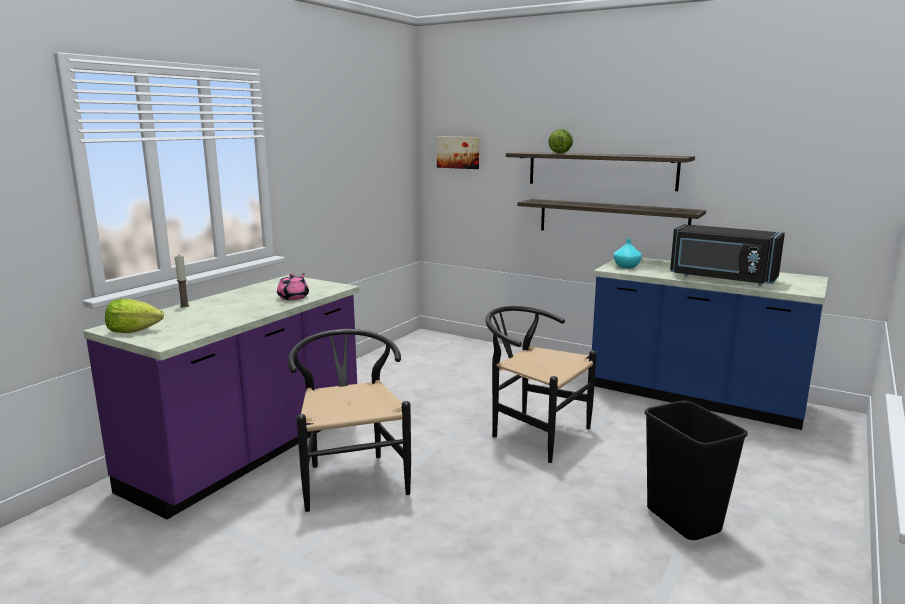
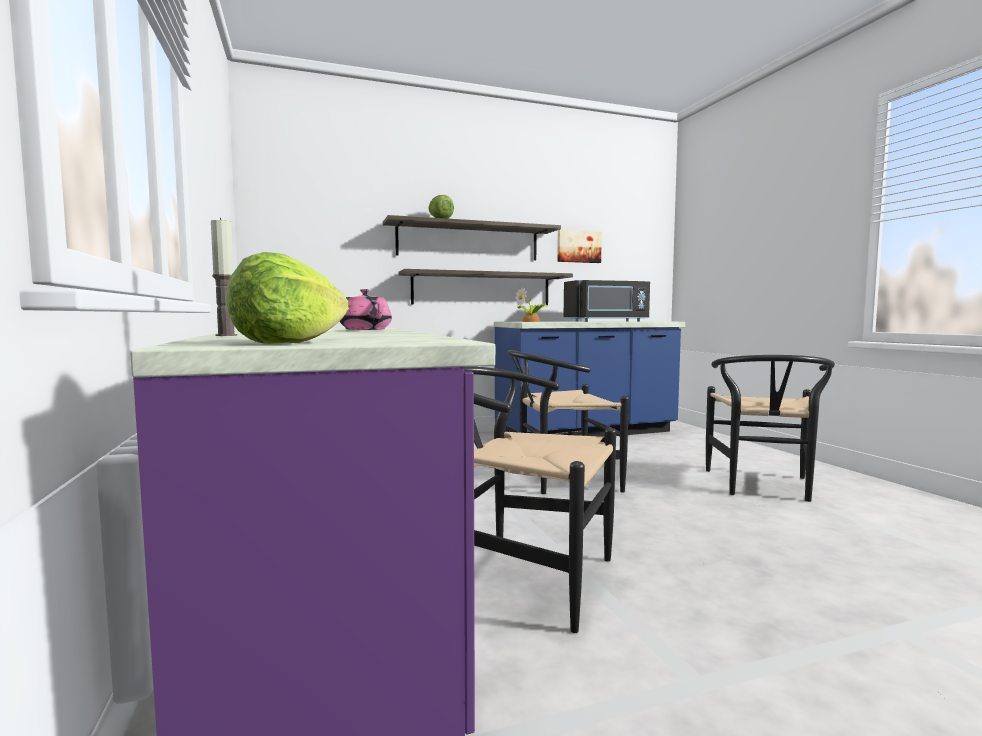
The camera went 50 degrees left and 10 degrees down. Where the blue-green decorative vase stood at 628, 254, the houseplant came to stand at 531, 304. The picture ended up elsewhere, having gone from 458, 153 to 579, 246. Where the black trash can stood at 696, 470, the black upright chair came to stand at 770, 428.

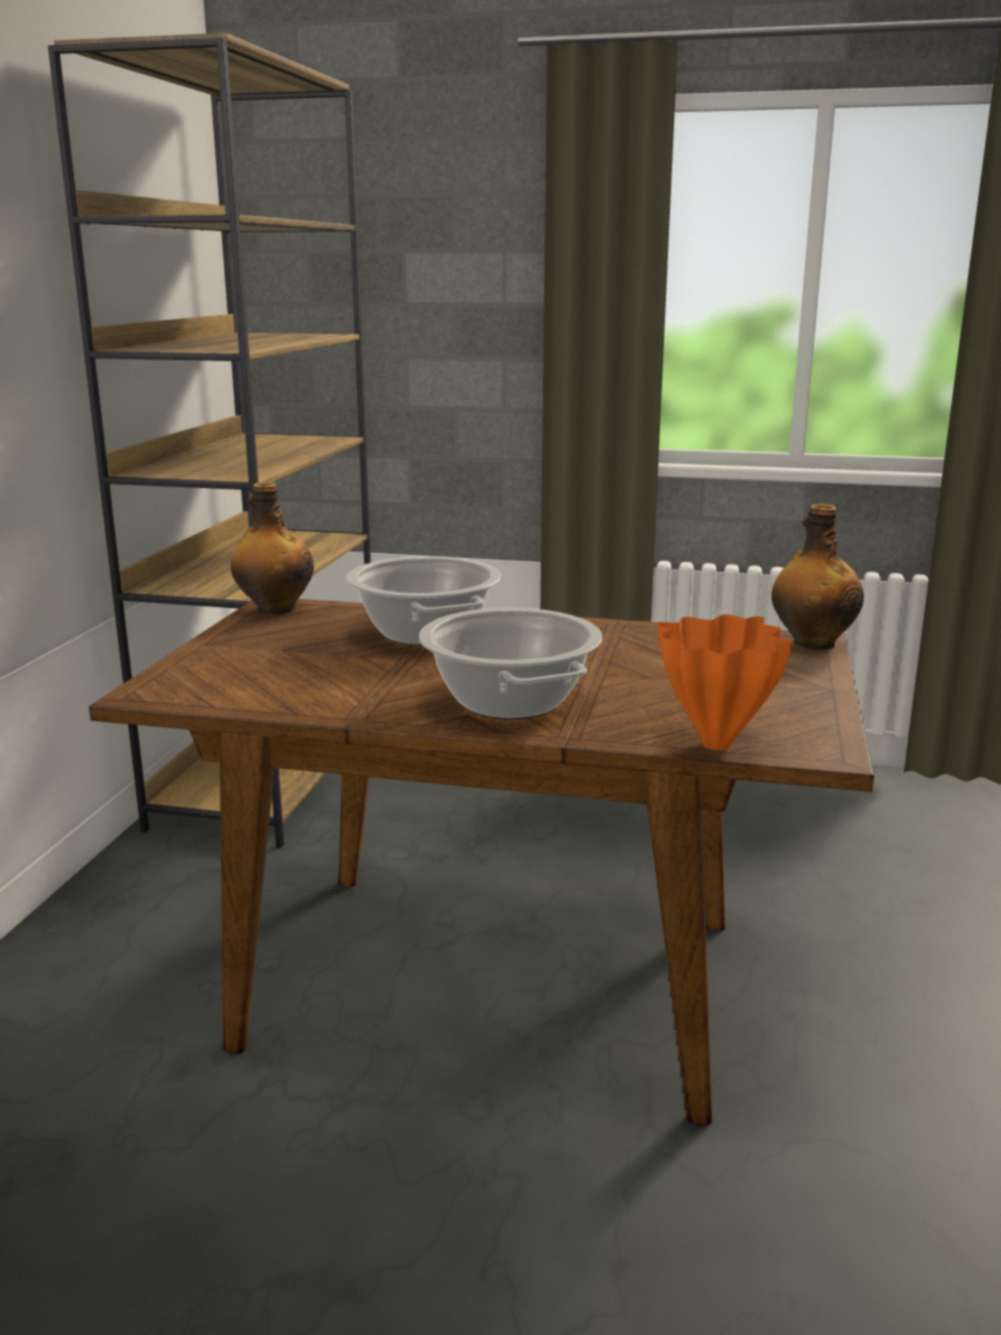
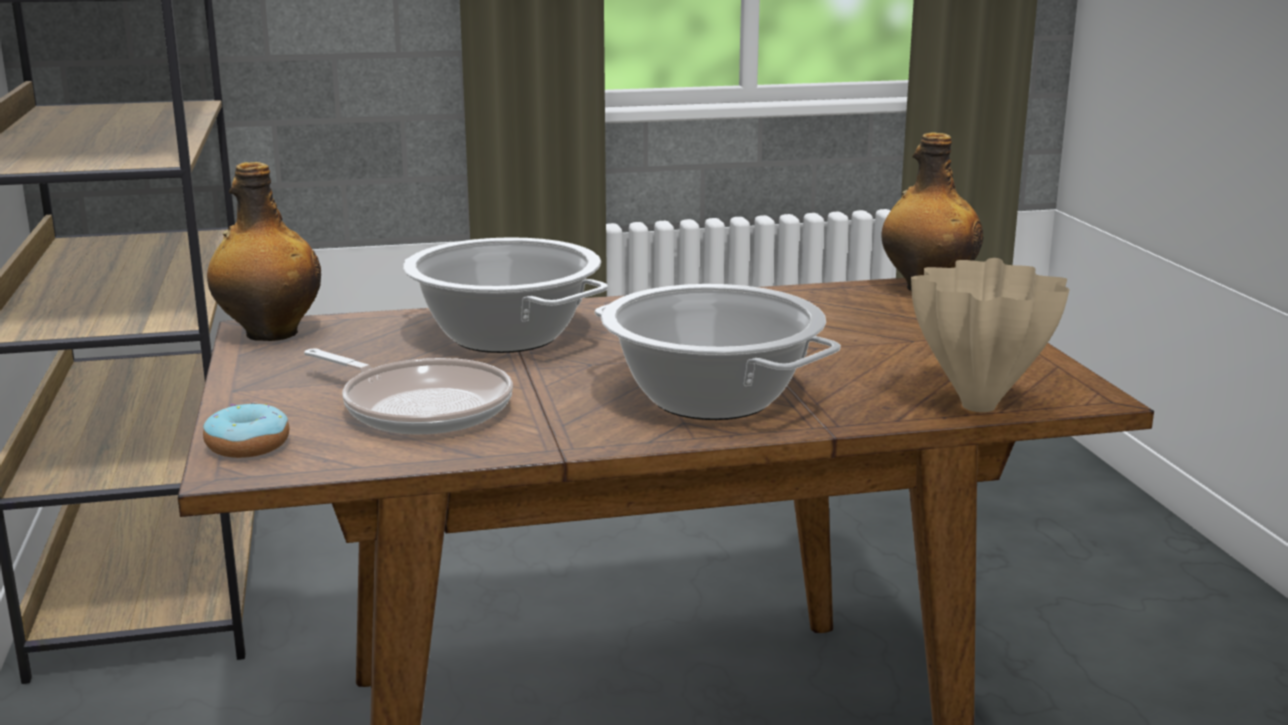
The camera went 25 degrees left and 0 degrees up. The second view gained the ring doughnut at 246, 430. The second view gained the frying pan at 408, 391. What was the orange decorative vase at 725, 682 turned into the beige decorative vase at 990, 335.

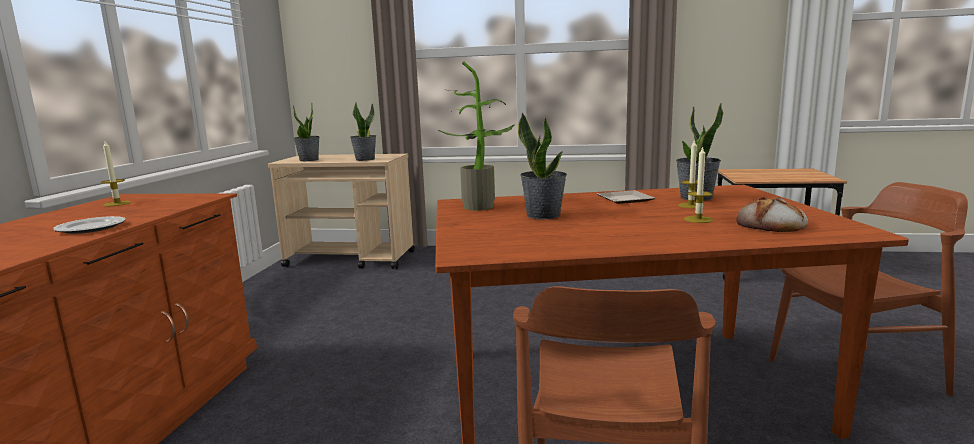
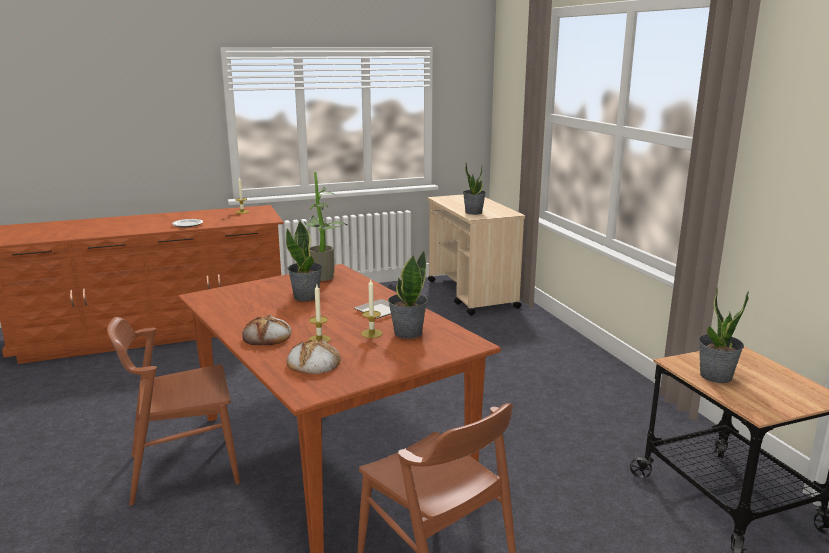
The camera went 60 degrees right and 5 degrees up. The second view gained the baked bread at 266, 330. The houseplant ended up elsewhere, having gone from 306, 132 to 724, 335.

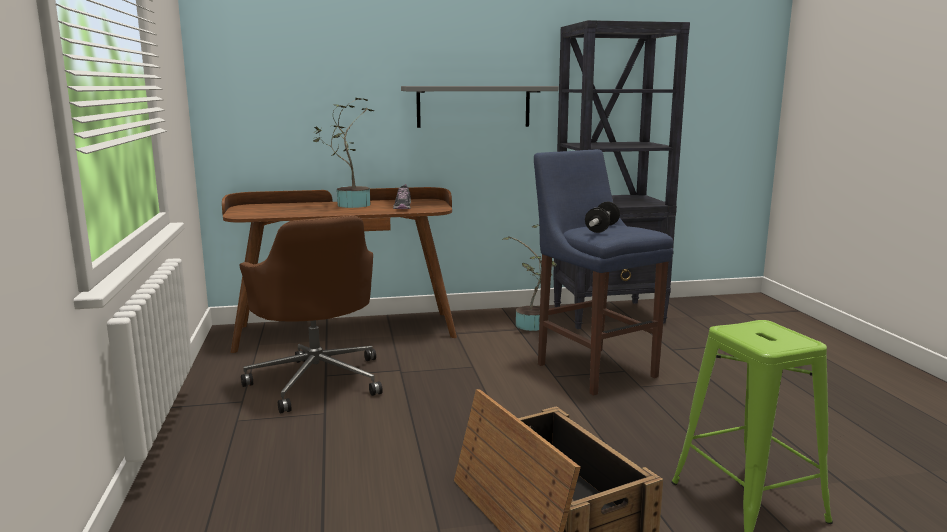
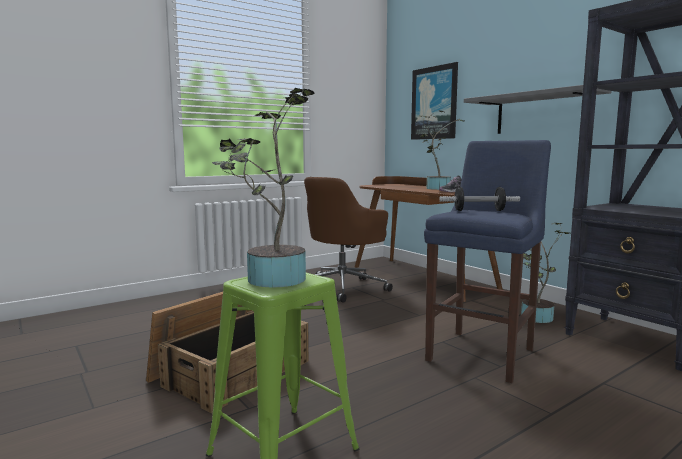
The camera went 65 degrees right and 5 degrees down. The second view gained the houseplant at 263, 188. The second view gained the picture at 434, 101.

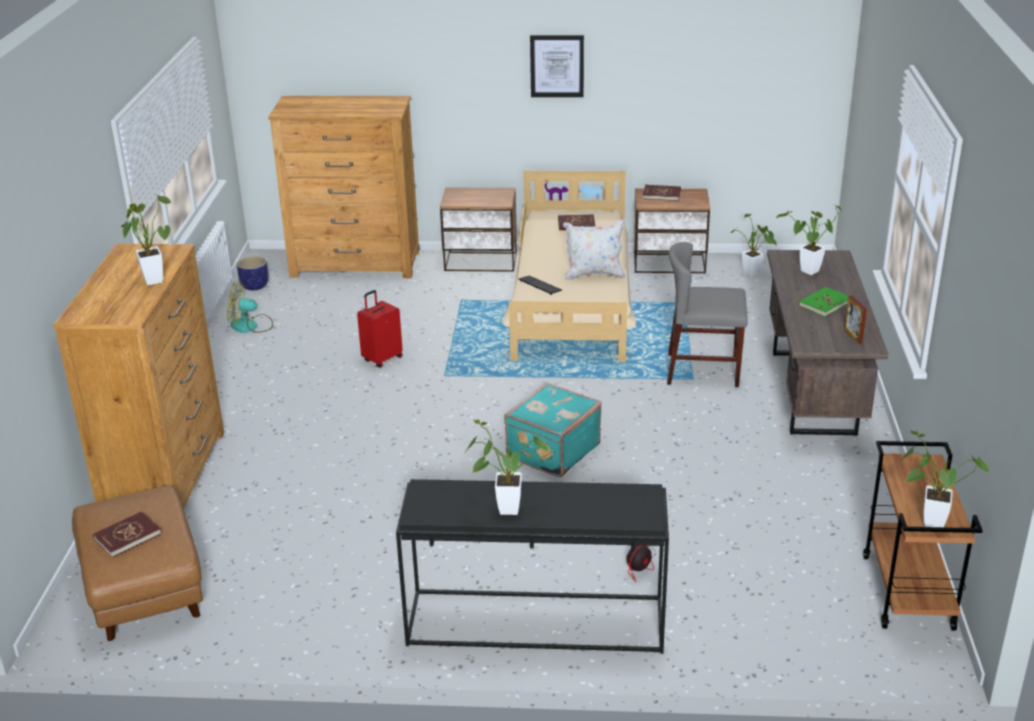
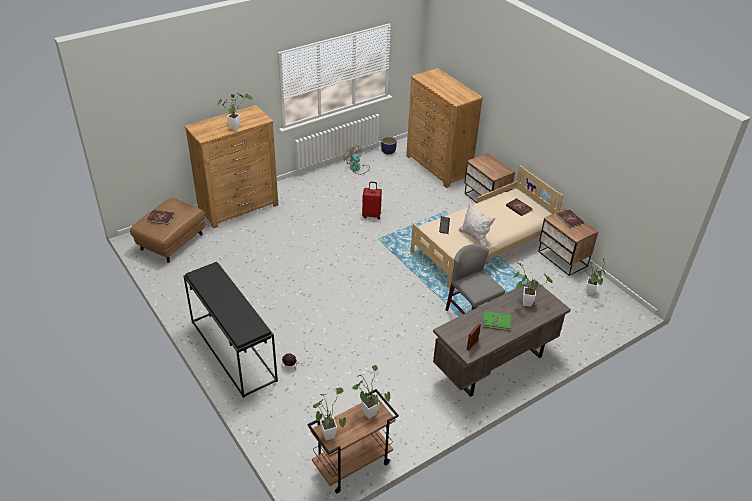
The camera went 50 degrees right and 10 degrees up. The houseplant ended up elsewhere, having gone from 507, 467 to 371, 392. The second view lost the blue-green travel case at 553, 429. The second view lost the picture at 557, 66.

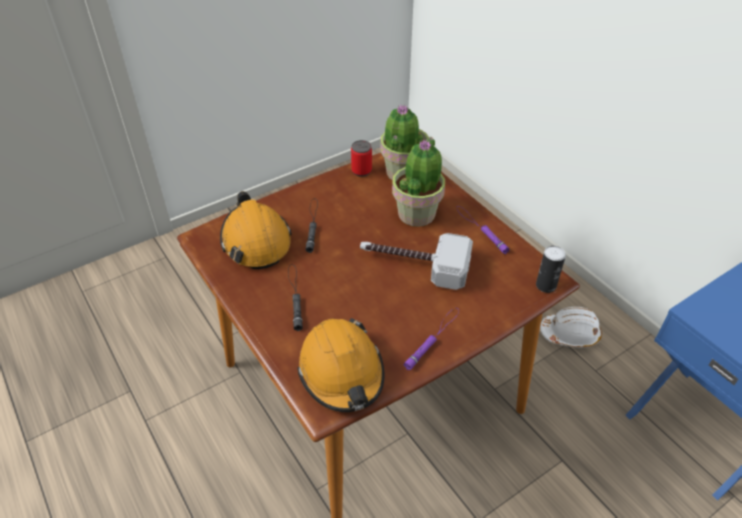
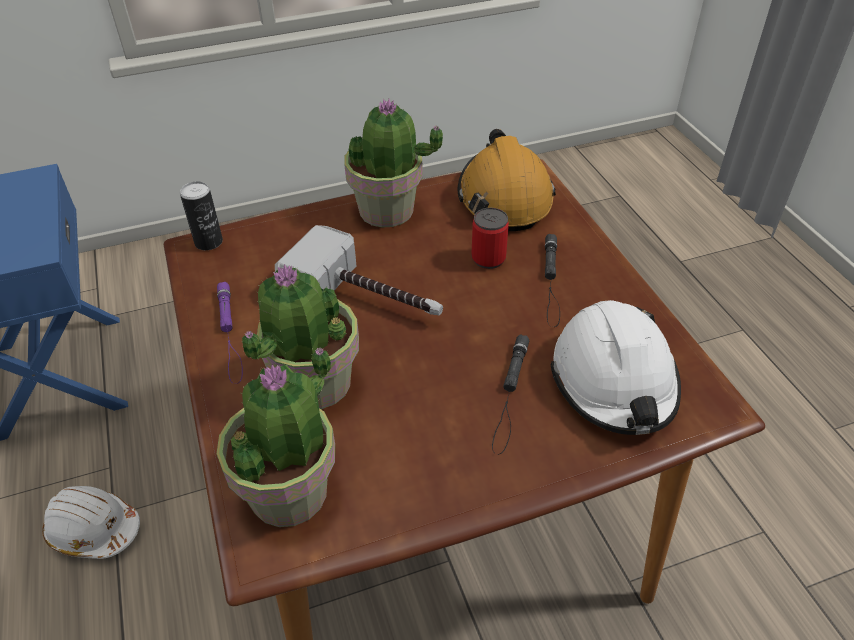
The camera went 165 degrees left and 0 degrees up. Where the purple hand torch stood at 431, 339, the houseplant came to stand at 393, 163. The sealed can ended up elsewhere, having gone from 361, 158 to 490, 238. What was the orange safety helmet at 256, 230 turned into the white safety helmet at 615, 367.

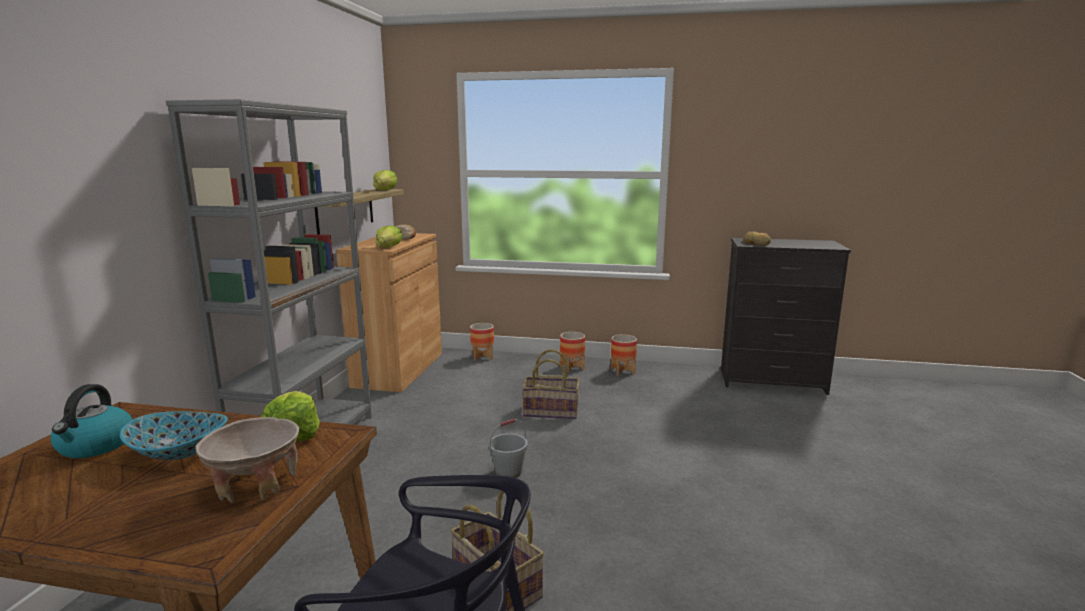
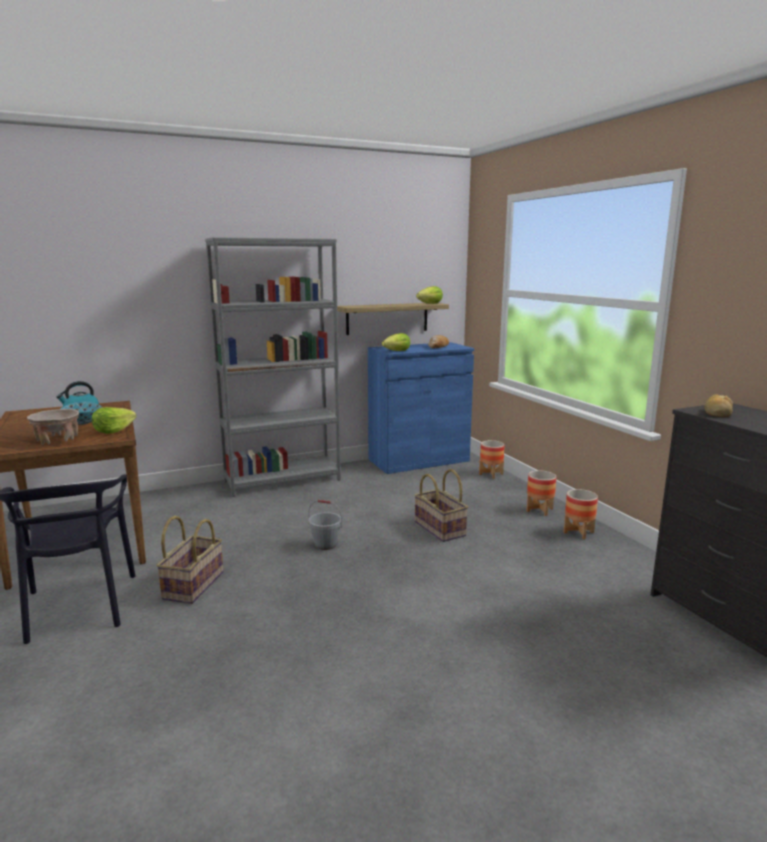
The camera went 55 degrees right and 0 degrees up. What was the brown-coloured cupboard at 389, 312 turned into the bluish cupboard at 421, 408.

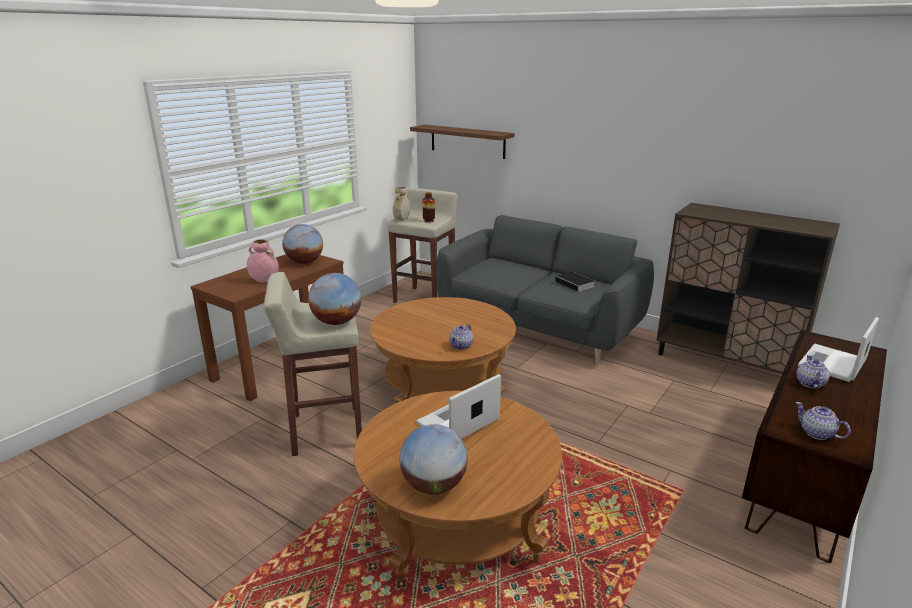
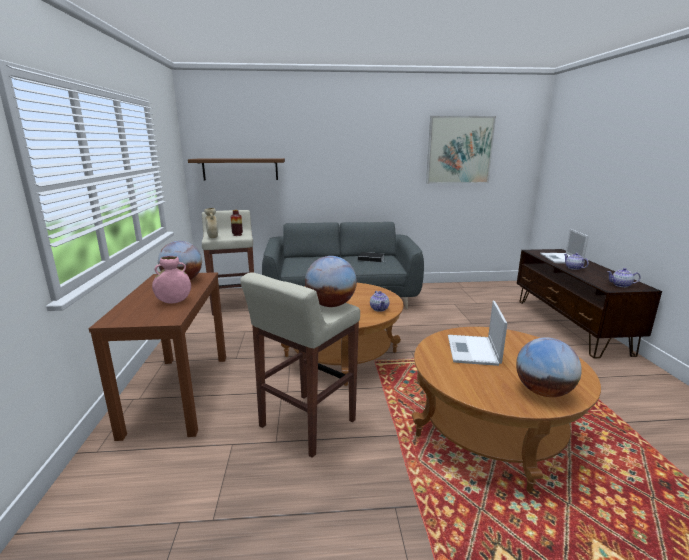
The camera went 40 degrees left and 5 degrees down. The second view gained the picture at 461, 150. The second view lost the brown-coloured cupboard at 748, 288.

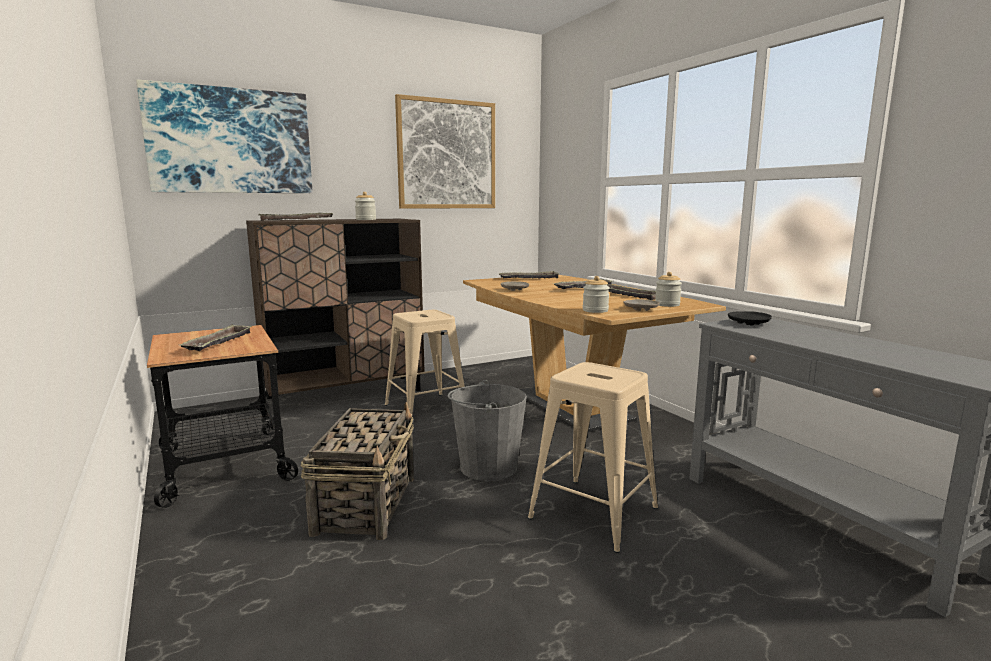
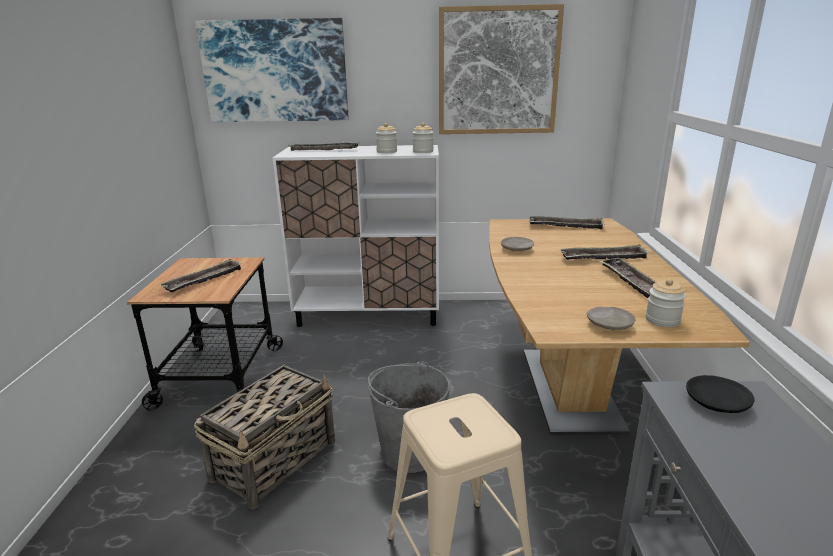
The camera went 30 degrees right and 10 degrees up. What was the brown-coloured cupboard at 335, 309 turned into the white cupboard at 356, 236. The jar ended up elsewhere, having gone from 596, 294 to 423, 138. The second view lost the beige stool at 425, 363.

